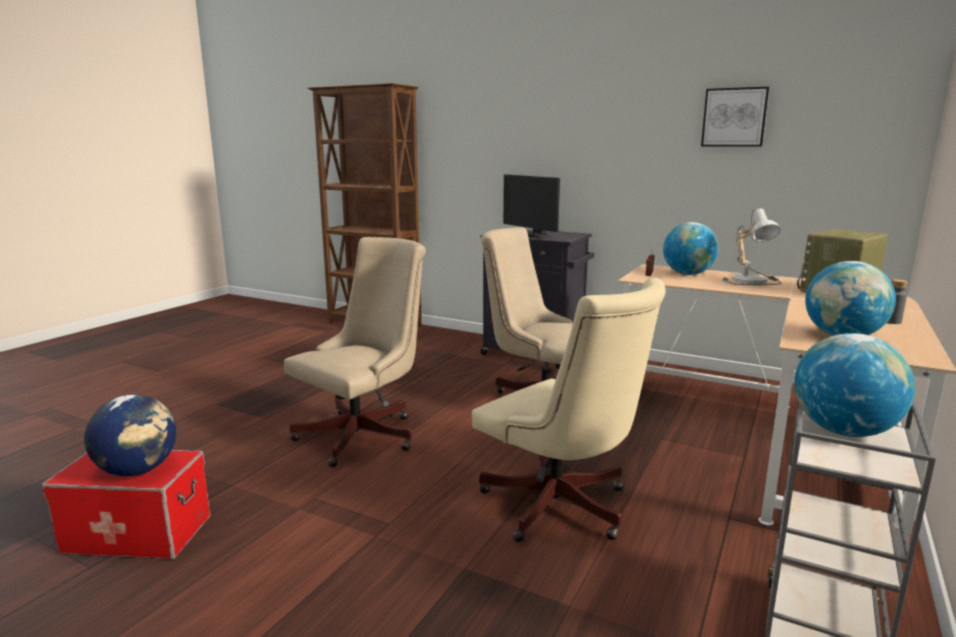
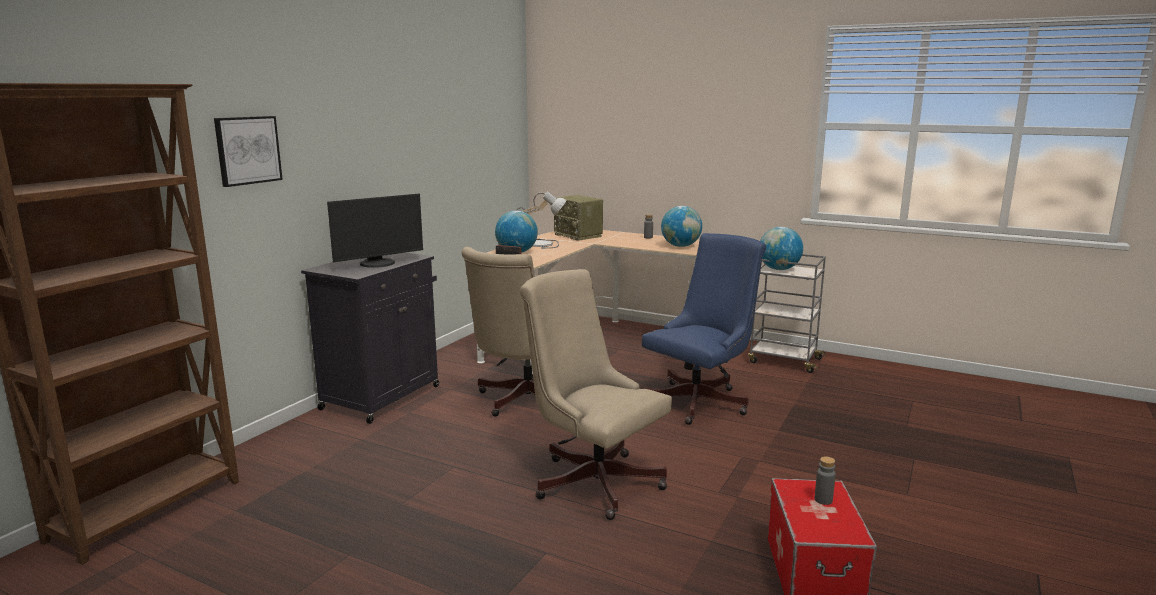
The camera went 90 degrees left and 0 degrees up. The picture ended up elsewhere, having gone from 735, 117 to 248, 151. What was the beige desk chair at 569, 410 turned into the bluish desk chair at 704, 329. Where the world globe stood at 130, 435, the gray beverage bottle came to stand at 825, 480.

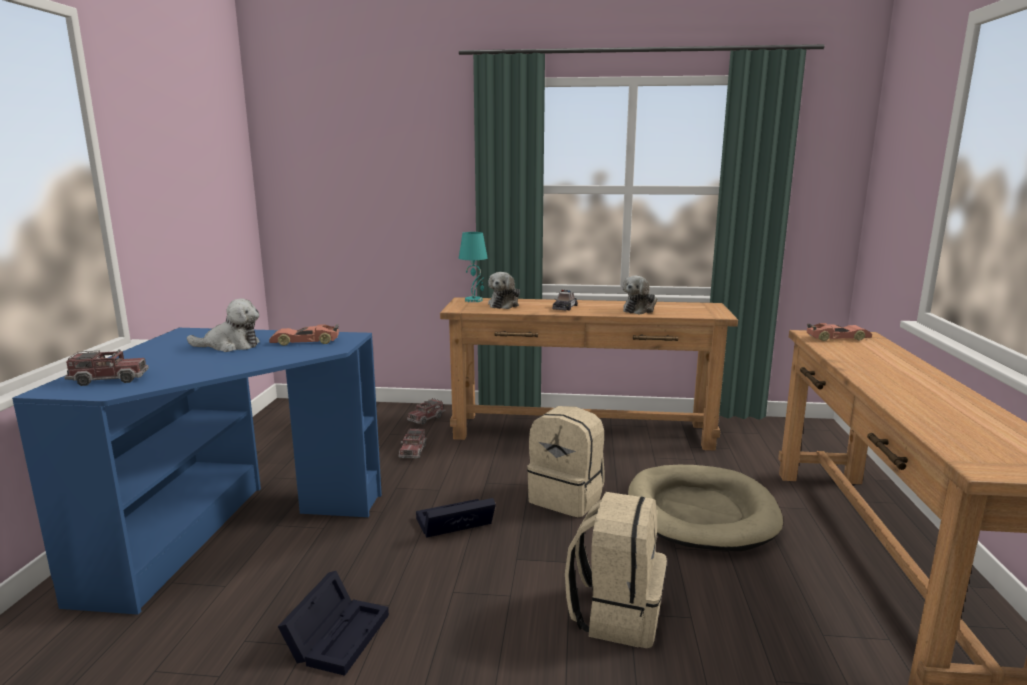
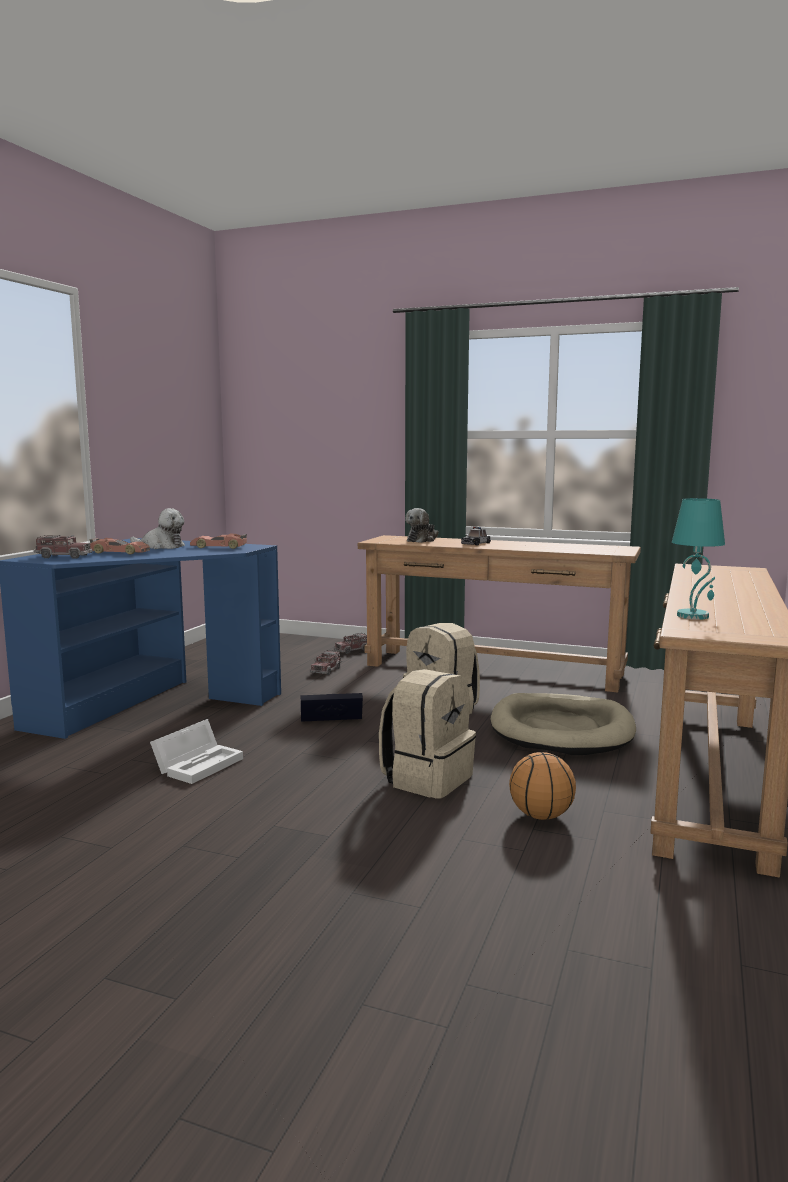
The camera went 15 degrees right and 5 degrees down. The miniature car ended up elsewhere, having gone from 839, 332 to 120, 546. What was the black storage container at 333, 623 turned into the white storage container at 196, 751. The second view gained the basketball at 542, 786. The blue-green lamp for a table ended up elsewhere, having gone from 473, 267 to 698, 559. The second view lost the soft toy at 640, 295.

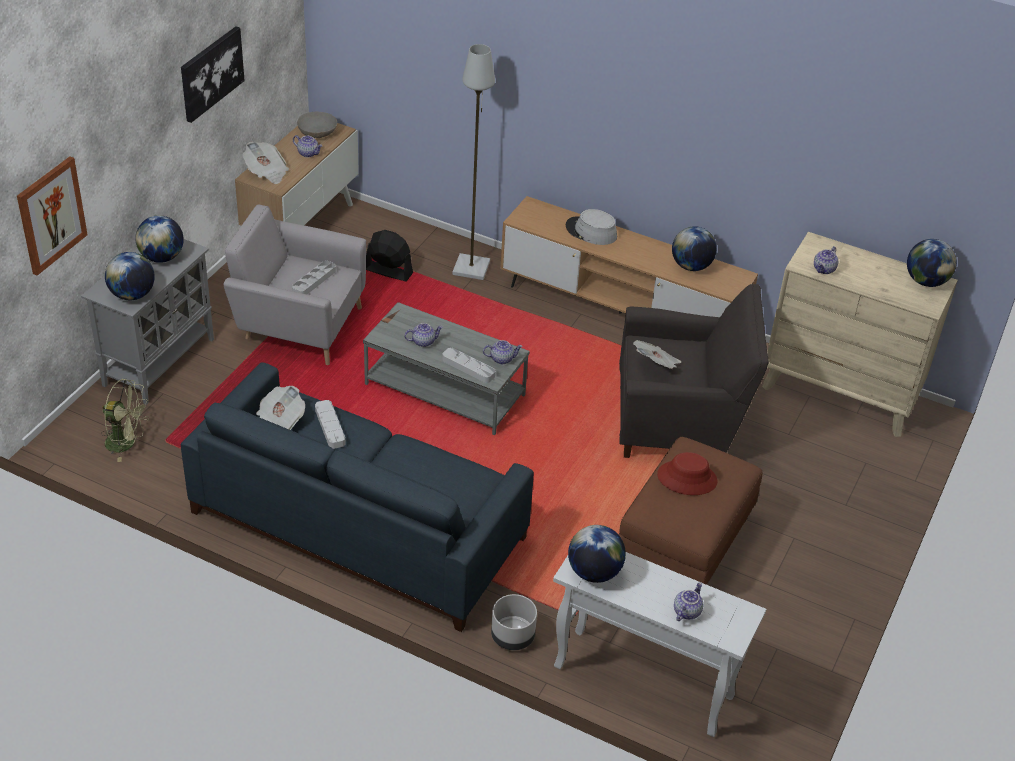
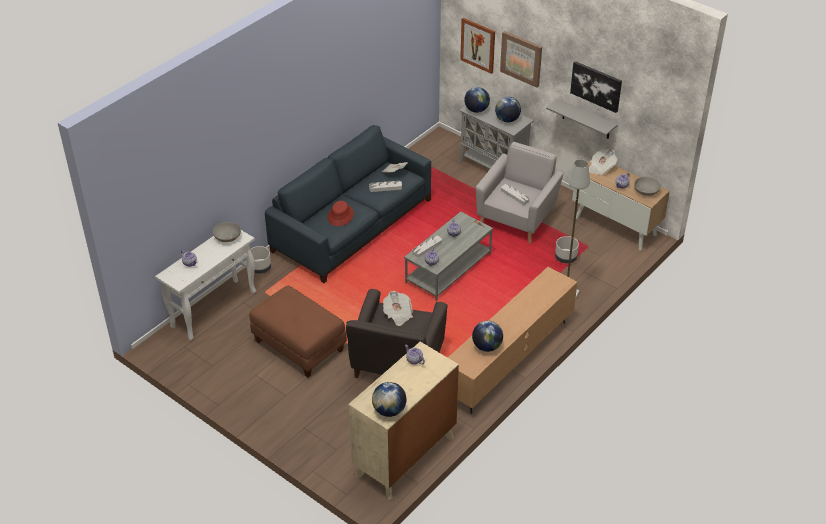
The camera went 105 degrees right and 0 degrees up. Where the world globe stood at 597, 554, the gray serving bowl came to stand at 227, 232. The reddish clothing hat ended up elsewhere, having gone from 687, 473 to 340, 213. The second view gained the picture at 521, 59. The second view gained the gray wall shelf at 582, 118. Where the black fan stood at 389, 256, the gray plant pot came to stand at 567, 250. The second view lost the green-coloured fan at 125, 420. The second view lost the gray clothing hat at 591, 227.

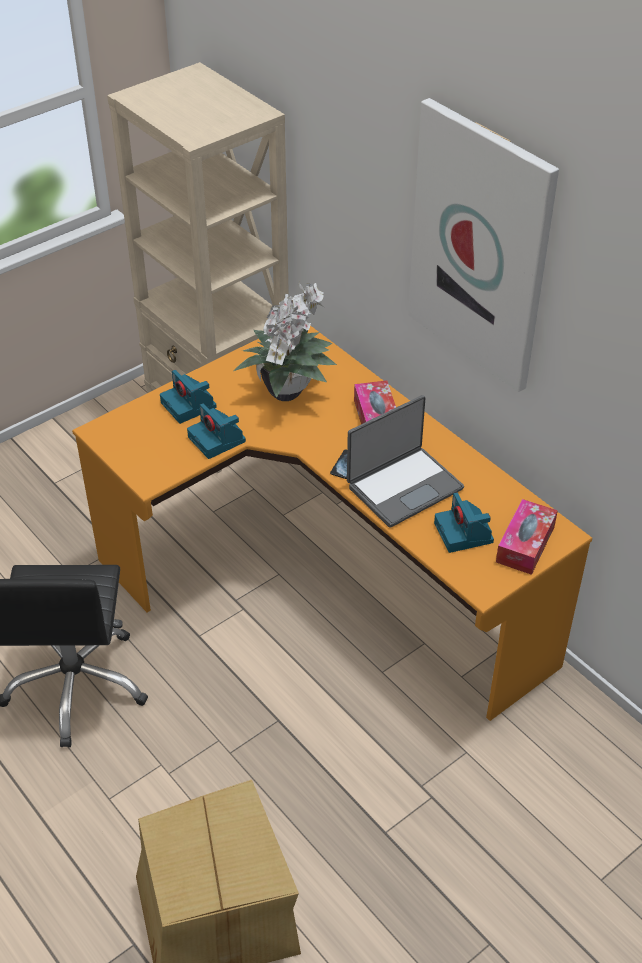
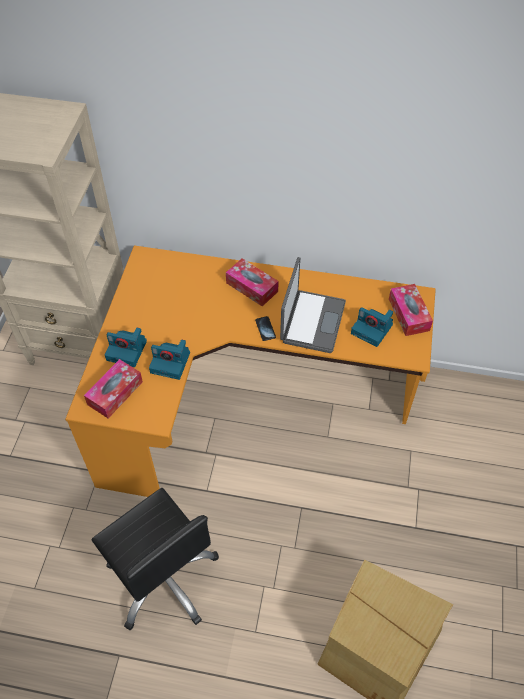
The camera went 40 degrees left and 10 degrees up. The second view gained the box of tissues at 113, 388. The second view lost the houseplant at 285, 342. The second view lost the picture at 483, 245.

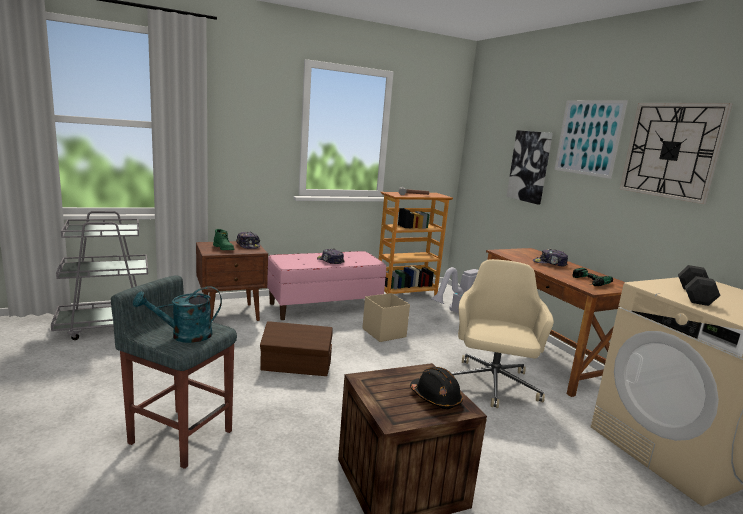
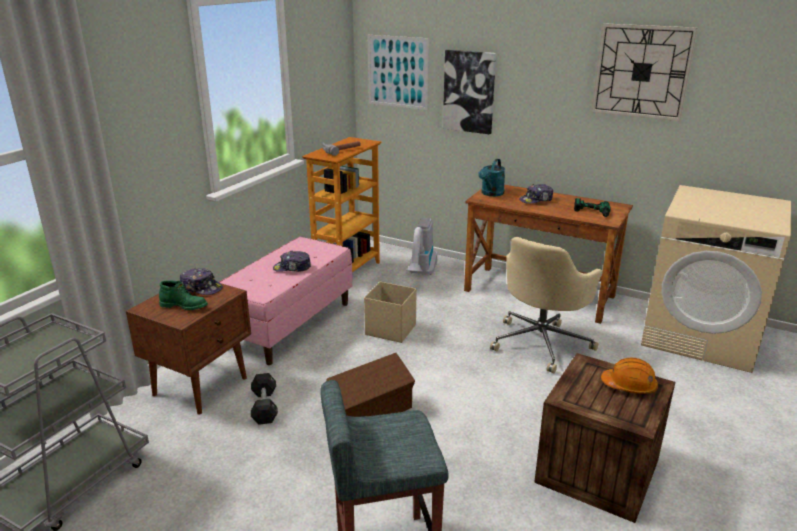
The camera went 35 degrees left and 10 degrees up. The black free weight ended up elsewhere, having gone from 699, 285 to 264, 399. The picture ended up elsewhere, having gone from 591, 139 to 398, 72. The blue-green watering pot ended up elsewhere, having gone from 177, 314 to 491, 177. The beige desk chair at 502, 333 ended up facing another way, 120 degrees counterclockwise from before. What was the black safety helmet at 436, 388 turned into the orange safety helmet at 629, 376.

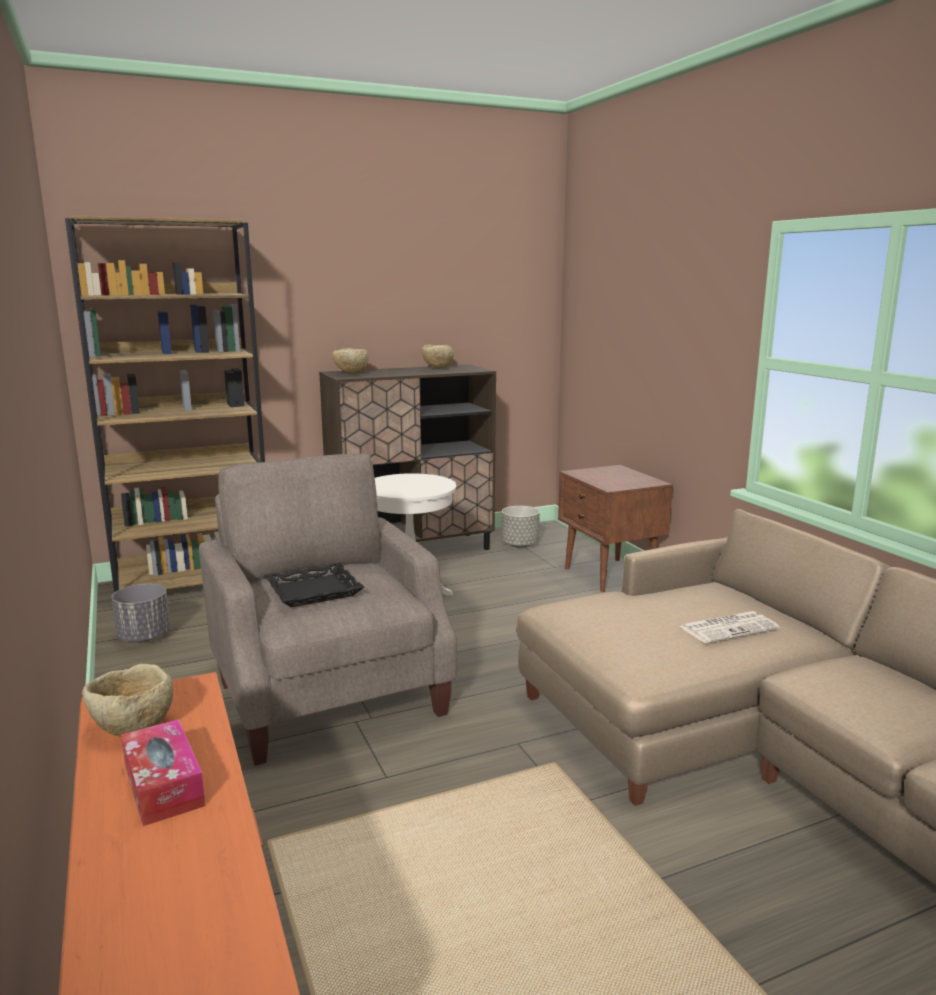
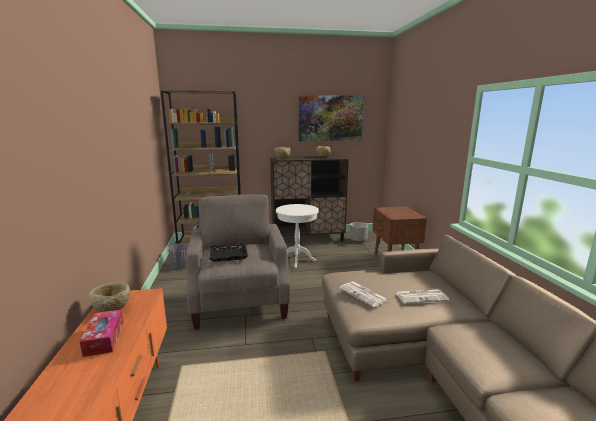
The camera went 15 degrees right and 0 degrees up. The second view gained the picture at 331, 118. The second view gained the printed paper at 363, 294.

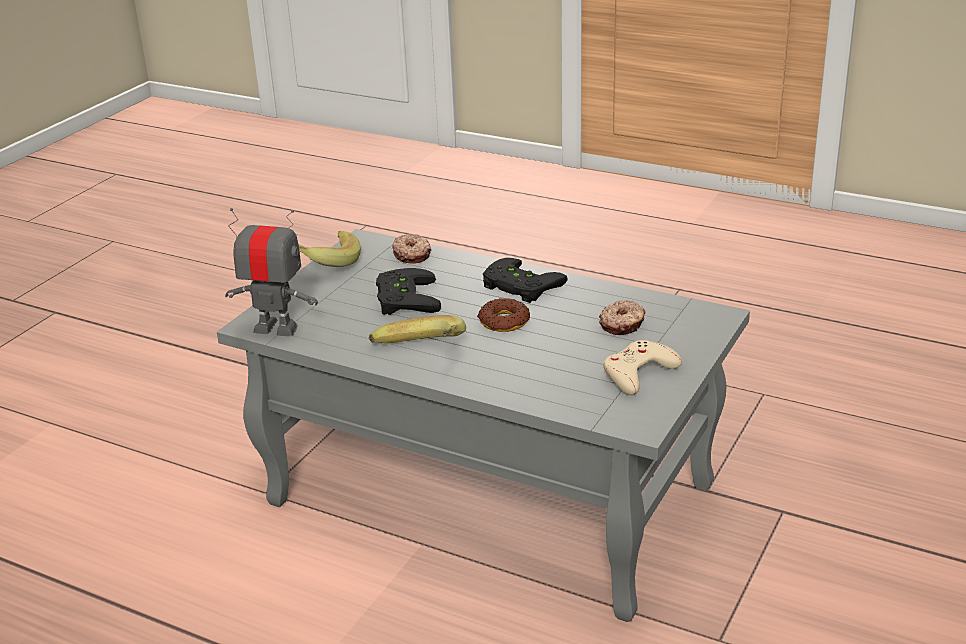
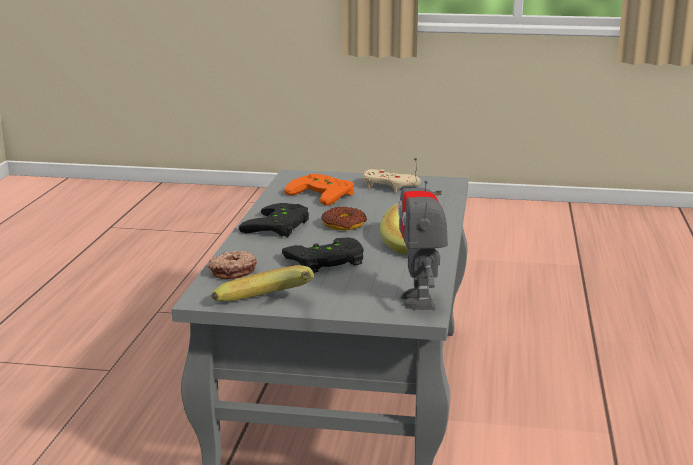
The camera went 110 degrees left and 10 degrees down. Where the ring doughnut stood at 622, 317, the orange game controller came to stand at 319, 190.

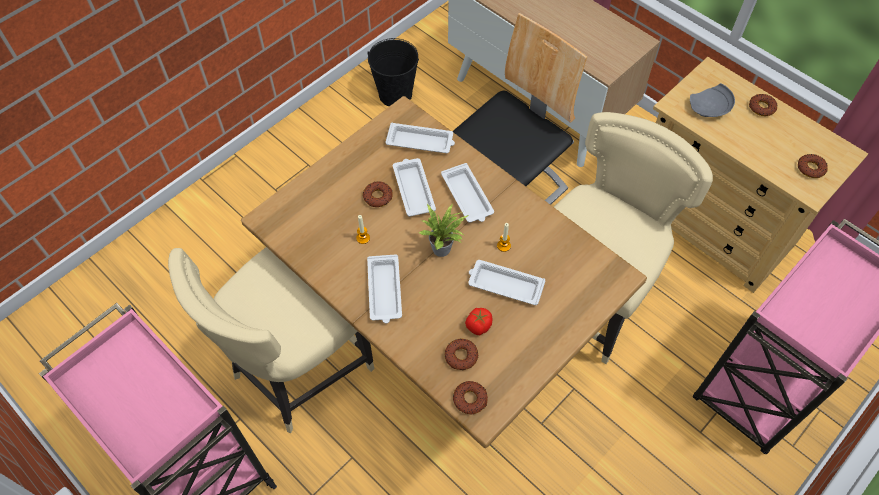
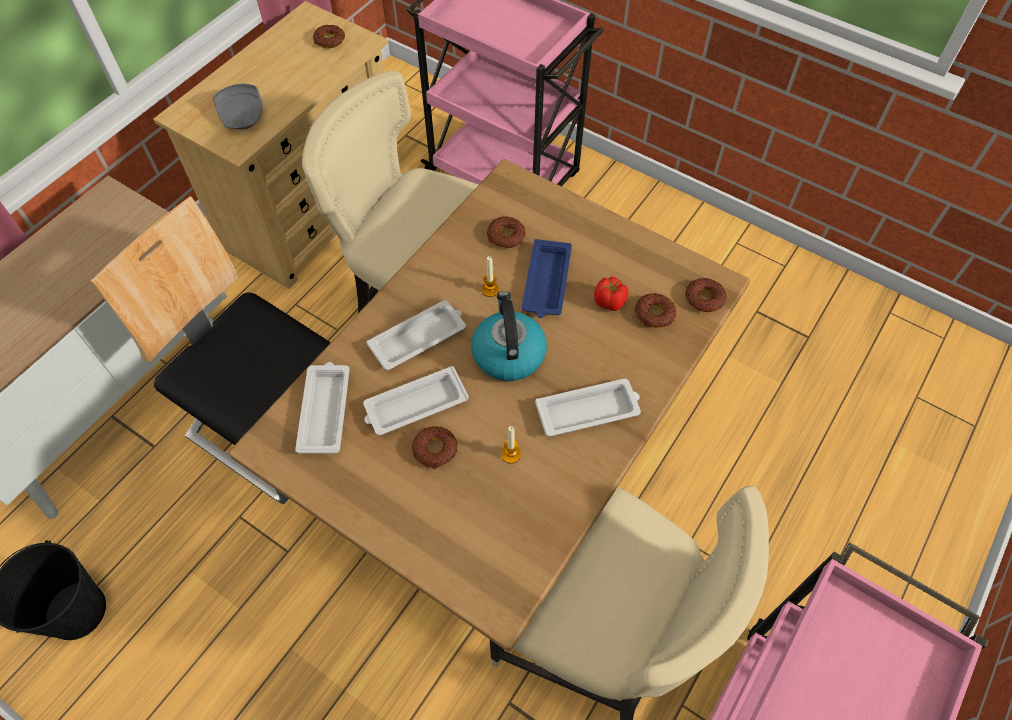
The camera went 100 degrees left and 0 degrees up. Where the houseplant stood at 444, 230, the kettle came to stand at 509, 336. The ring doughnut ended up elsewhere, having gone from 763, 105 to 506, 232. What was the white serving tray at 506, 282 turned into the bluish serving tray at 547, 278.

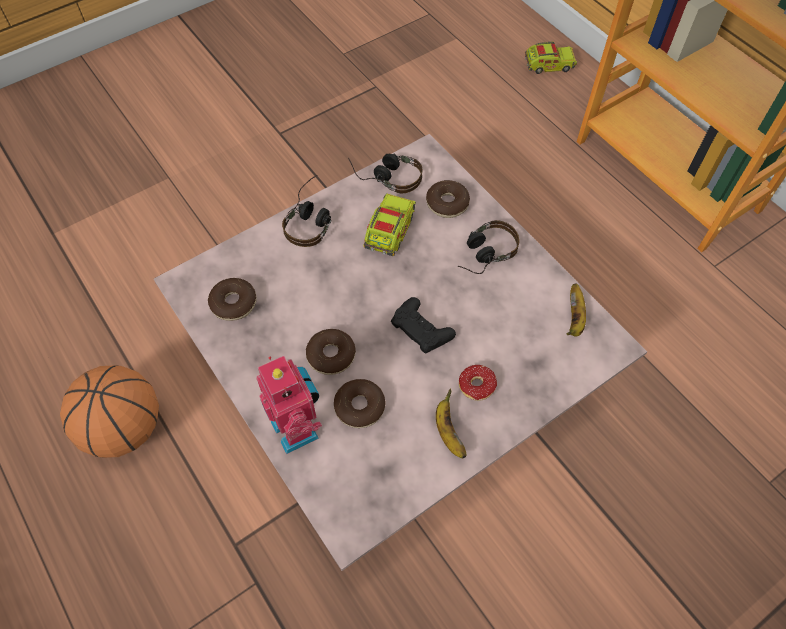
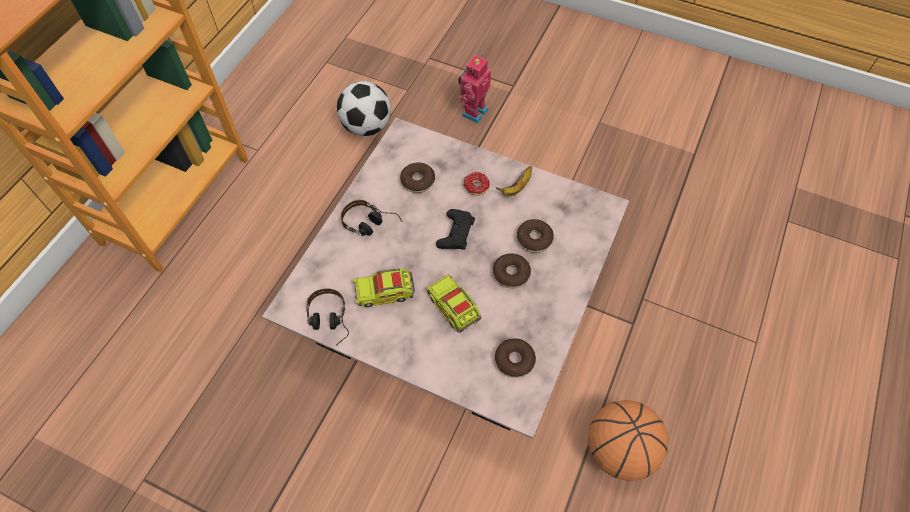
The camera went 120 degrees left and 0 degrees up. The second view gained the football at 364, 108. The ring doughnut ended up elsewhere, having gone from 448, 199 to 417, 177. The toy truck ended up elsewhere, having gone from 551, 57 to 454, 303. The toy robot ended up elsewhere, having gone from 289, 405 to 474, 89. The second view lost the headset at 307, 211. The second view lost the banana fruit at 576, 309.

